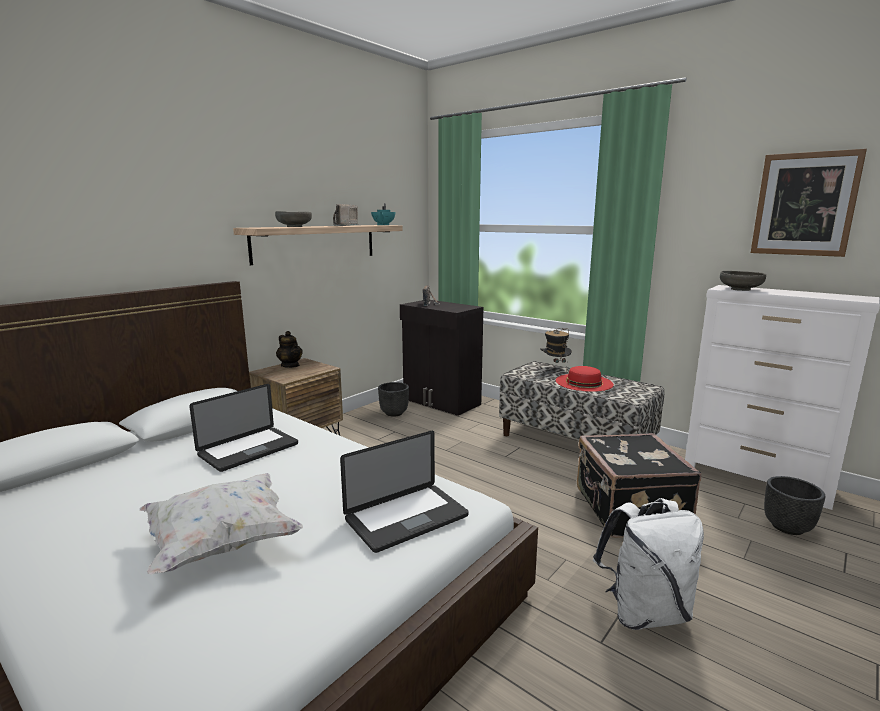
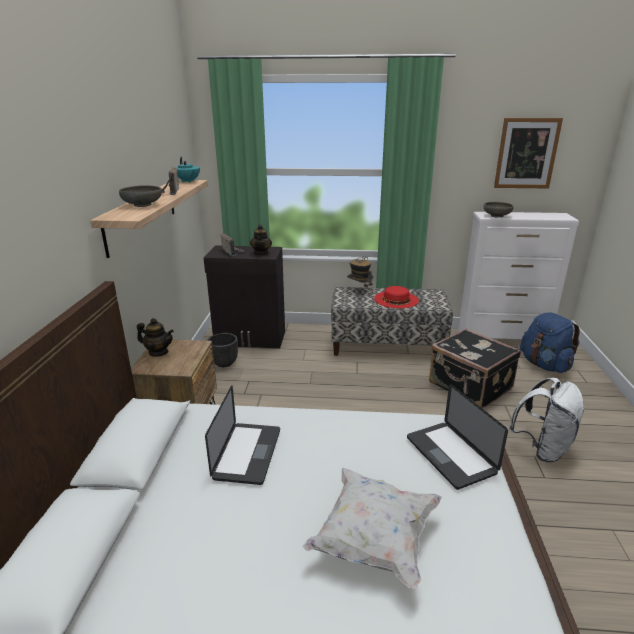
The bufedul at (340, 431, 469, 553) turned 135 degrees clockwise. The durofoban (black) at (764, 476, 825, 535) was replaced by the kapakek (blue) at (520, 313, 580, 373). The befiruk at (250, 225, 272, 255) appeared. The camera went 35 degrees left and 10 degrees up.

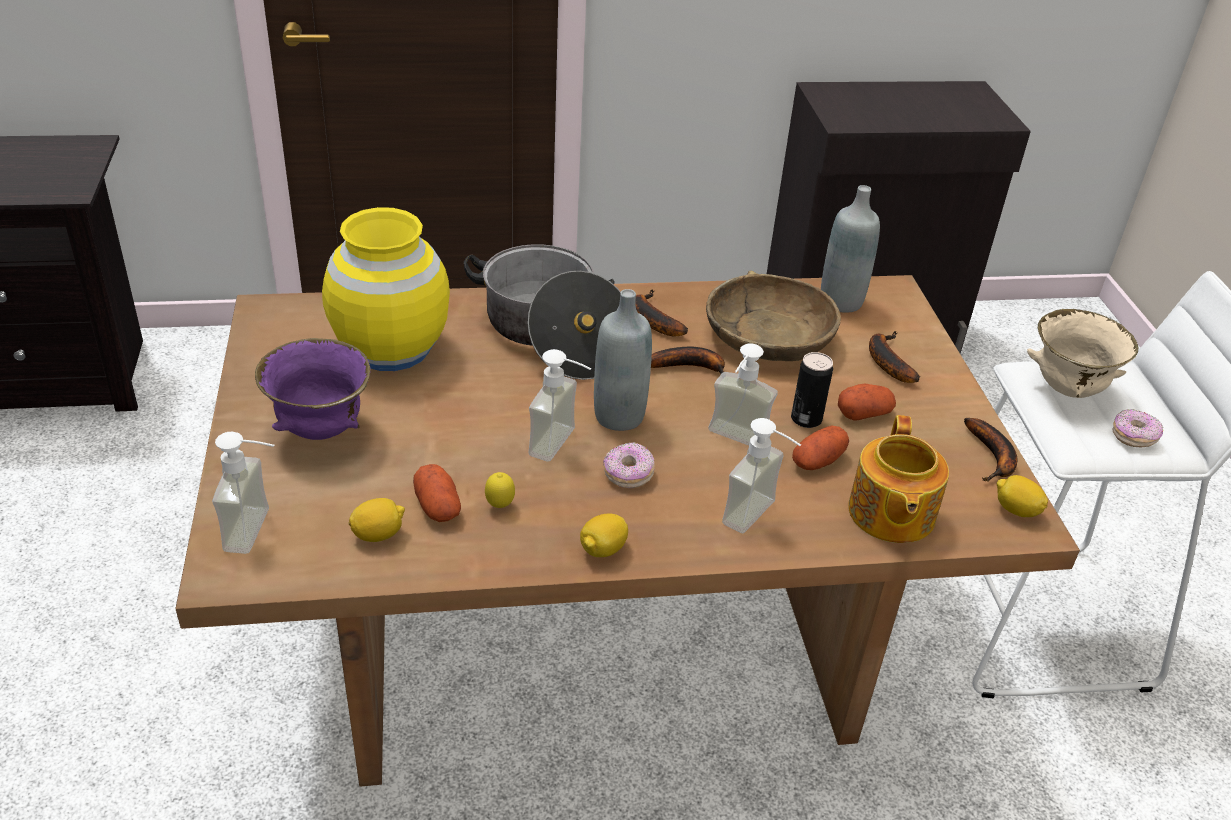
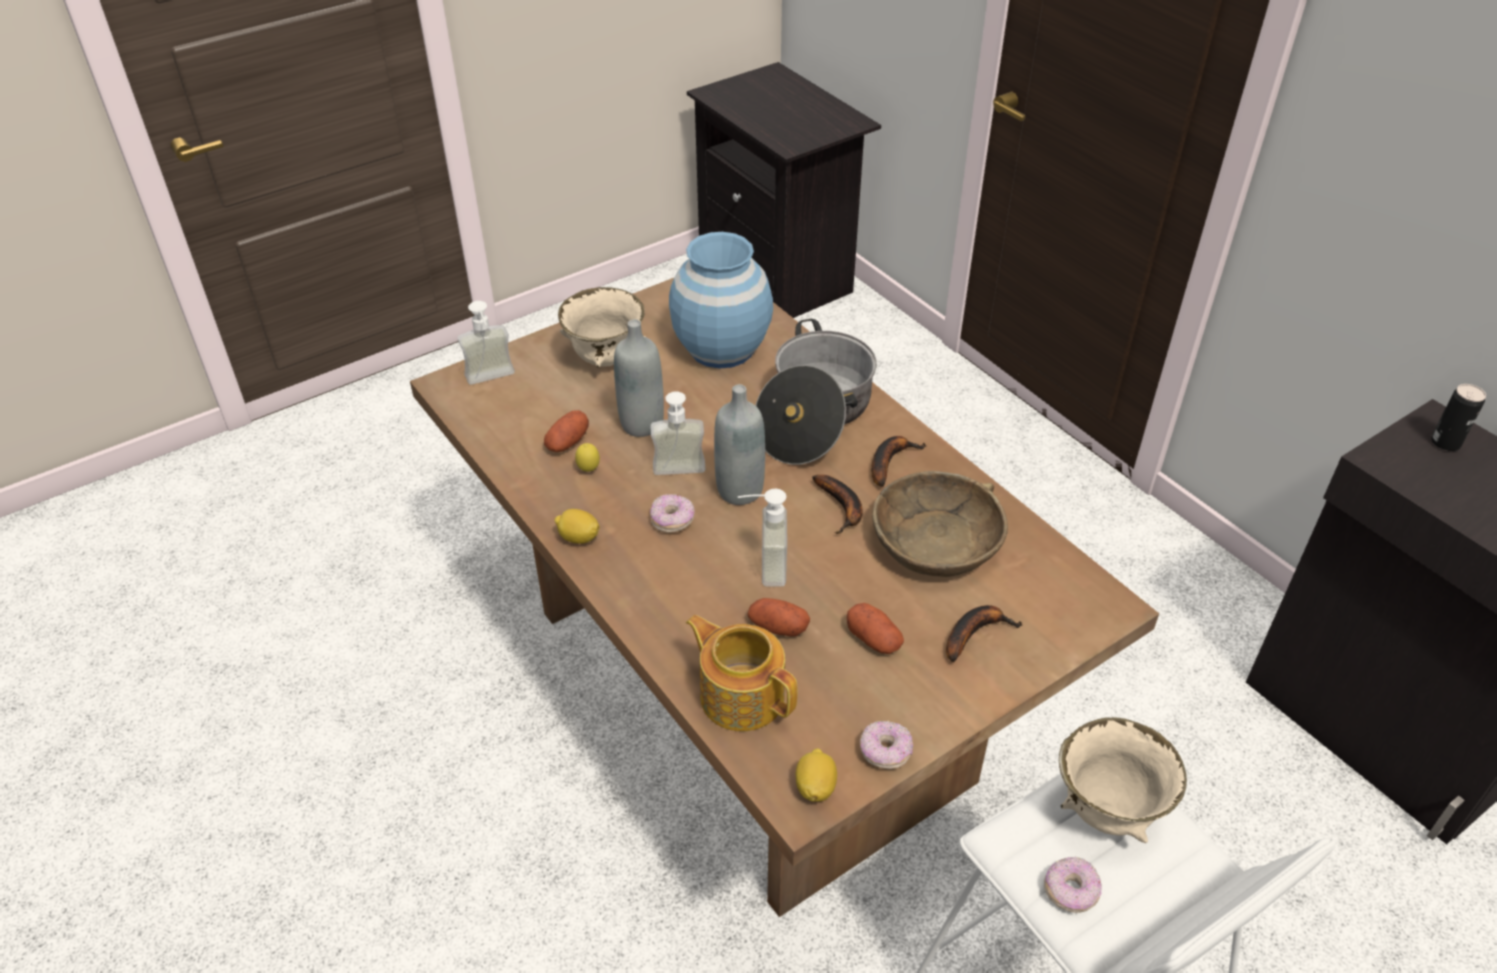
The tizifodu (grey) moved from (821, 185, 880, 313) to (614, 319, 664, 437). The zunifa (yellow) at (322, 207, 450, 371) became the zunifa (blue) at (669, 232, 773, 369). The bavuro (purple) at (255, 338, 370, 440) became the bavuro (beige) at (558, 287, 646, 367). The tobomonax moved from (791, 352, 833, 428) to (1431, 384, 1486, 451). The befiruk at (848, 415, 949, 543) turned 60 degrees clockwise. The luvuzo at (722, 418, 801, 533) disappeared. The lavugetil at (964, 418, 1017, 482) was replaced by the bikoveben at (860, 721, 913, 769). The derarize at (349, 498, 405, 542) disappeared. The camera went 65 degrees right and 5 degrees up.

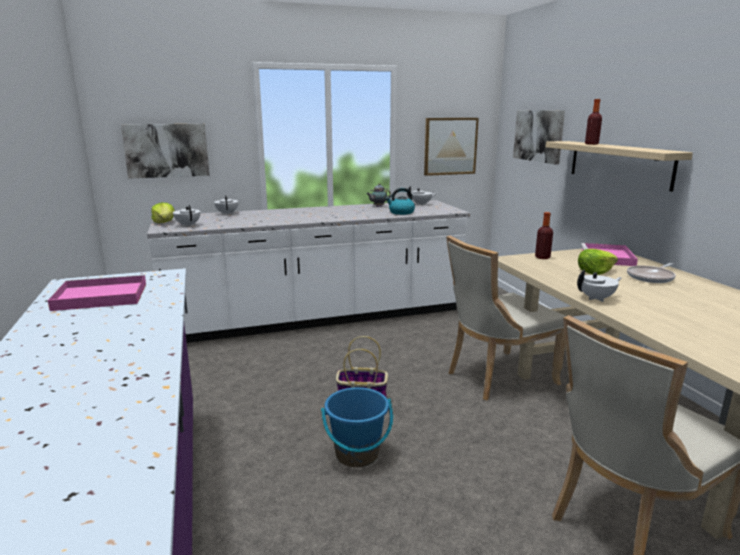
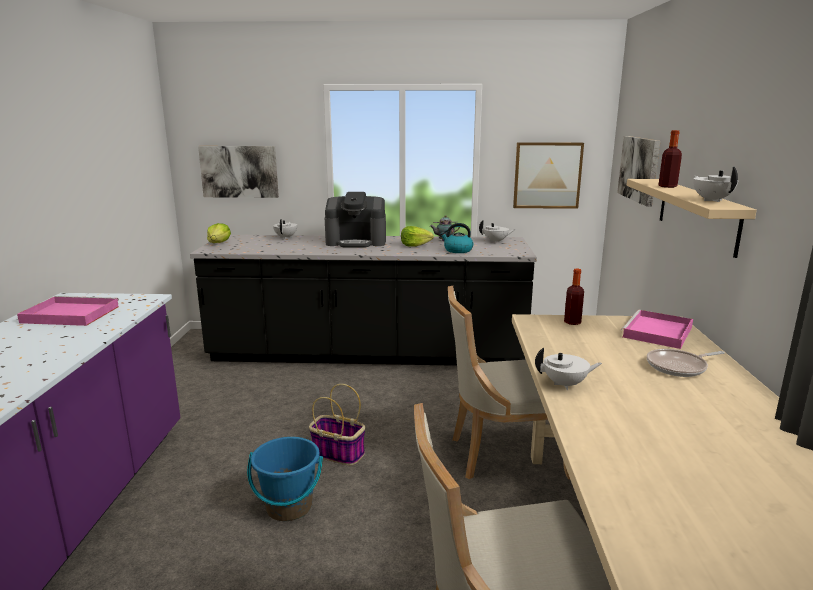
The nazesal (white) at (147, 200, 470, 343) became the nazesal (black) at (190, 235, 537, 366). The befiruk (white) moved from (173, 204, 201, 227) to (693, 167, 739, 202). The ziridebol moved from (578, 249, 618, 275) to (401, 226, 434, 247). The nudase at (325, 192, 386, 247) appeared. The camera went 20 degrees right and 0 degrees up.

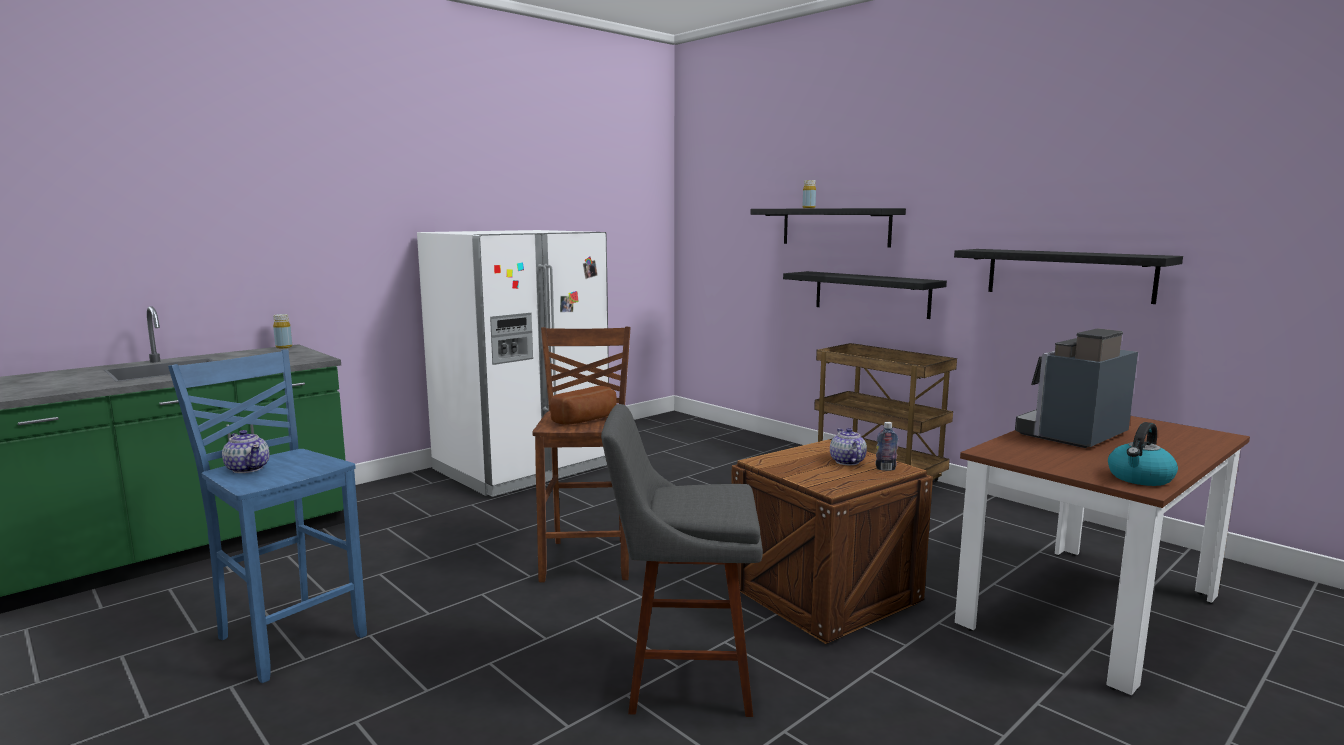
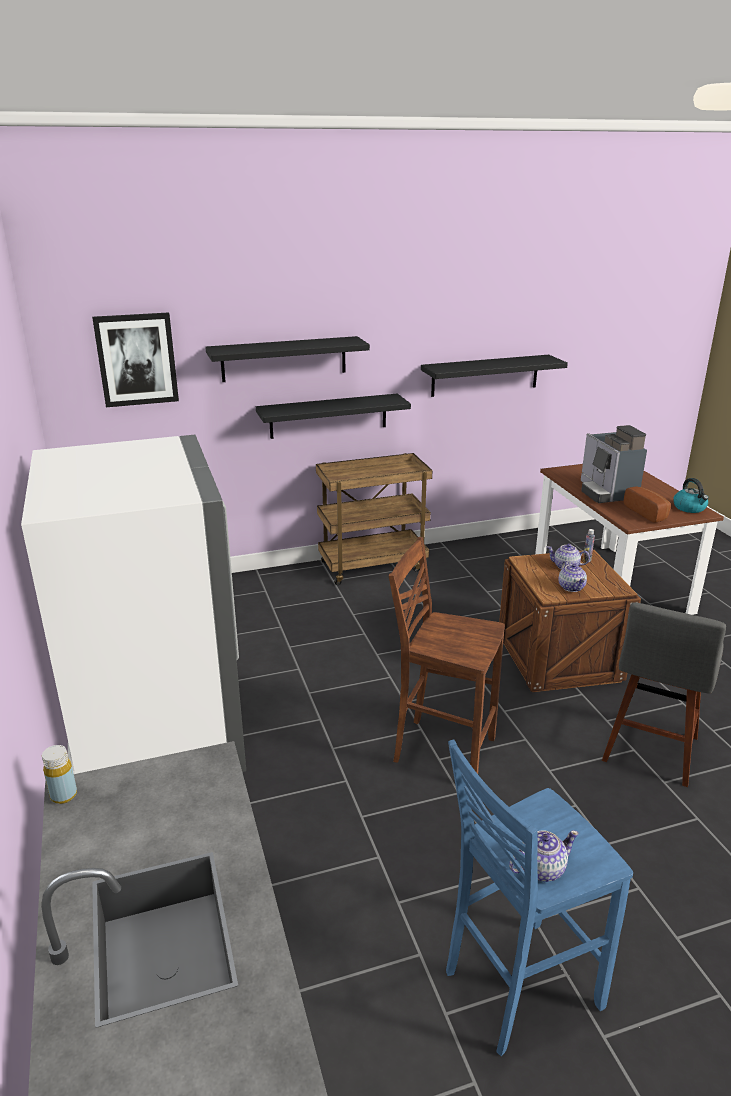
The tizifodu (yellow) at (803, 180, 816, 208) disappeared. The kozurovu moved from (550, 386, 617, 425) to (624, 486, 671, 523). The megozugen at (92, 312, 179, 407) appeared. The befiruk at (558, 561, 587, 592) appeared. The camera went 65 degrees left and 15 degrees up.

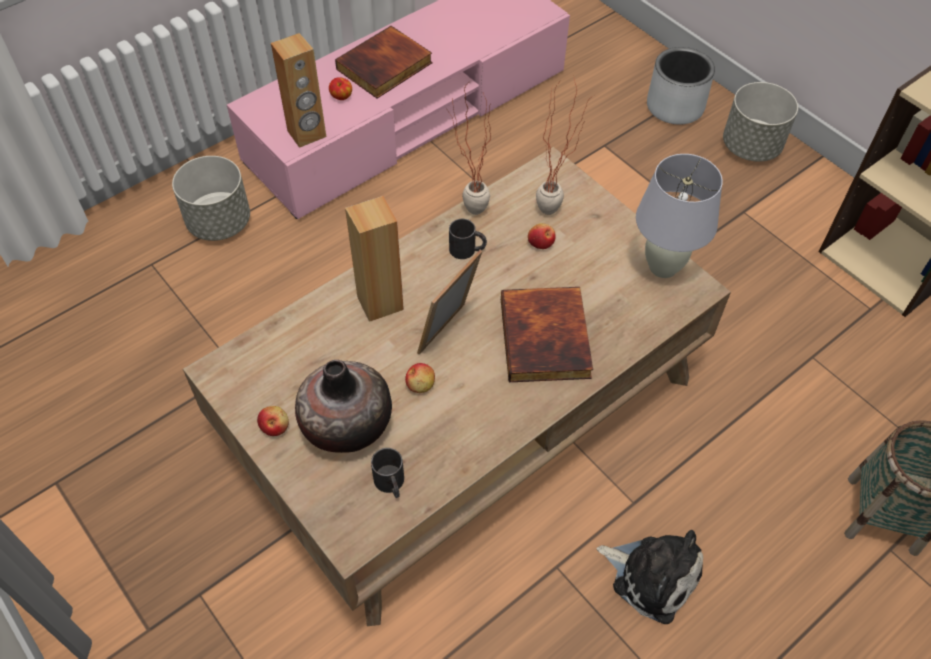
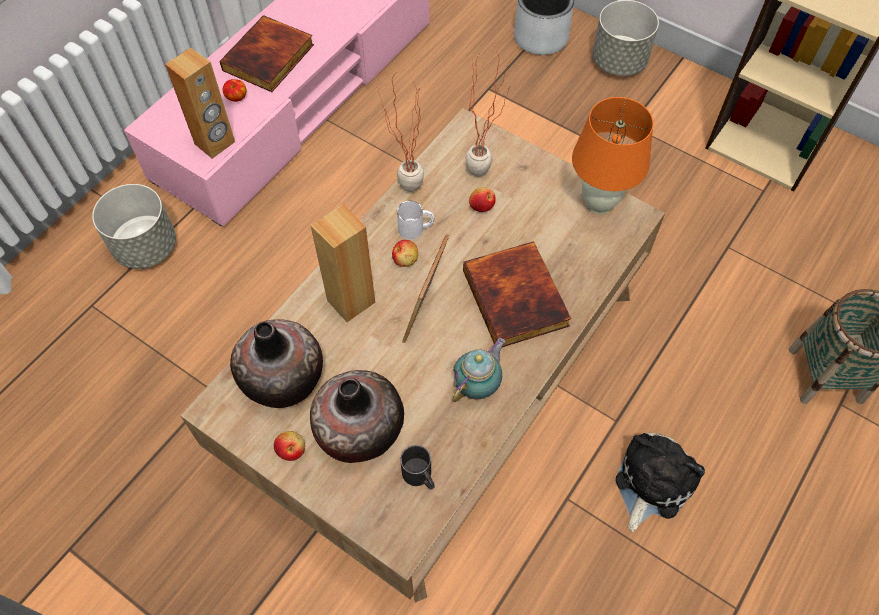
The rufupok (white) at (636, 154, 723, 278) became the rufupok (orange) at (572, 97, 654, 214). The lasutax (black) at (449, 219, 487, 259) became the lasutax (white) at (397, 201, 434, 240). The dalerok moved from (405, 363, 435, 393) to (392, 240, 418, 267). The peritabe at (597, 530, 703, 624) turned 75 degrees counterclockwise. The zunifa at (230, 319, 323, 408) appeared. The befiruk at (453, 338, 505, 402) appeared. The camera went 15 degrees left and 5 degrees up.

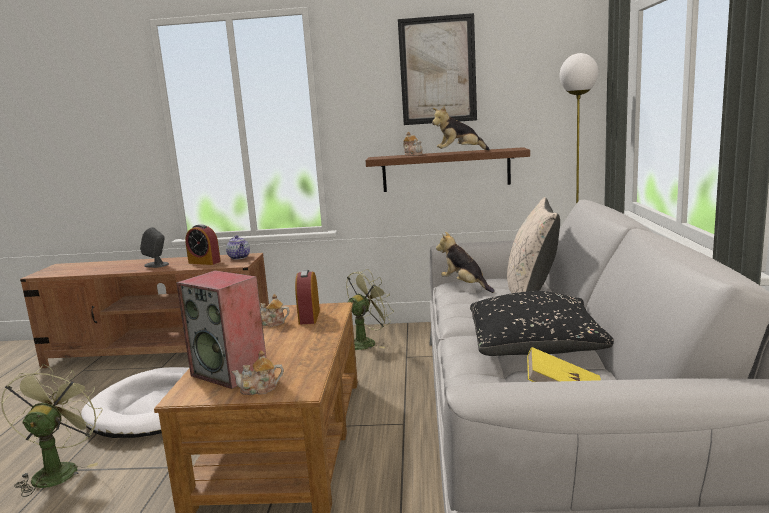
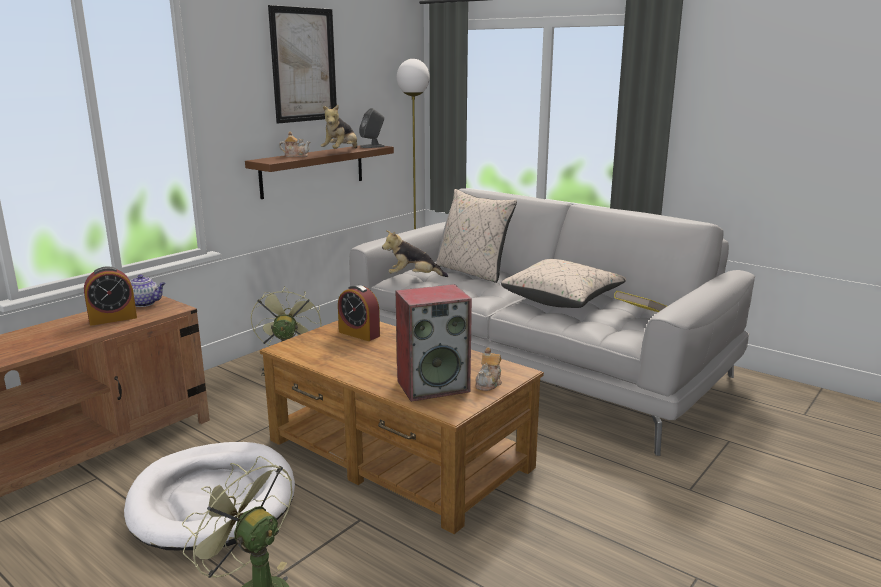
The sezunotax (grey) moved from (140, 227, 169, 268) to (359, 108, 385, 148). The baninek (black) at (470, 291, 614, 356) became the baninek (beige) at (501, 259, 626, 308). The befiruk at (260, 294, 290, 327) disappeared. The camera went 55 degrees left and 5 degrees up.

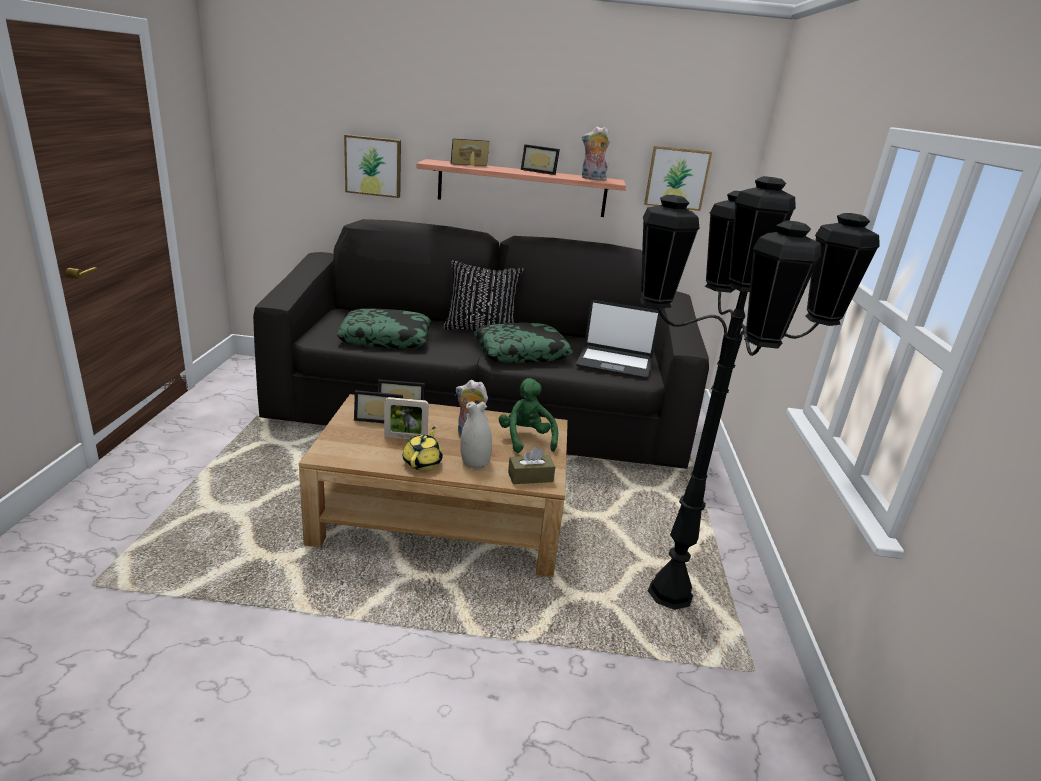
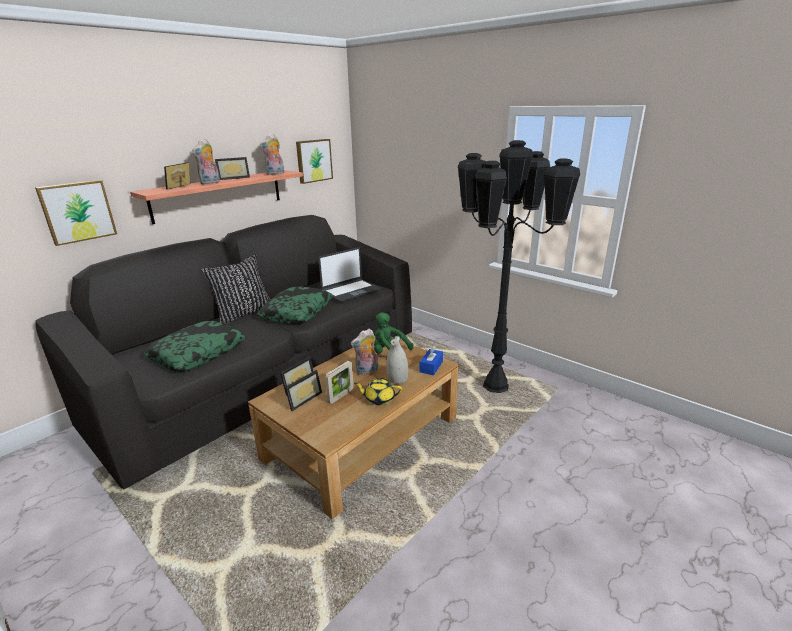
The befiruk (yellow) at (403, 427, 443, 470) turned 45 degrees counterclockwise. The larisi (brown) at (508, 447, 555, 484) became the larisi (blue) at (420, 346, 443, 375). The peritabe at (192, 139, 220, 184) appeared. The camera went 50 degrees left and 0 degrees up.

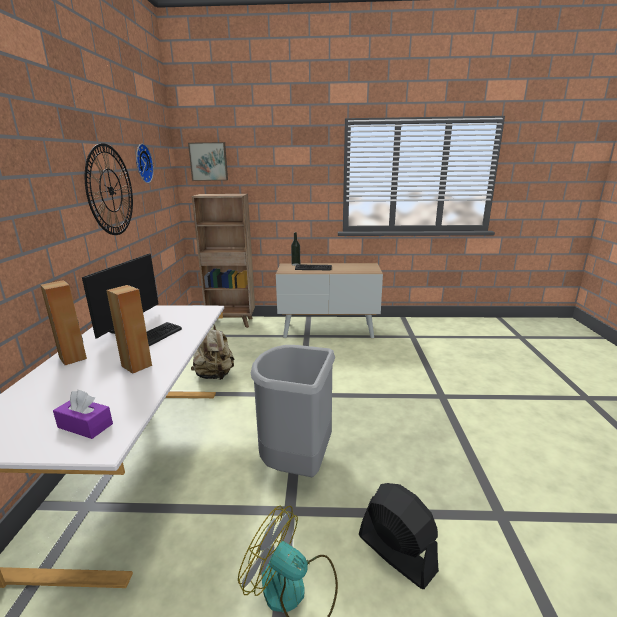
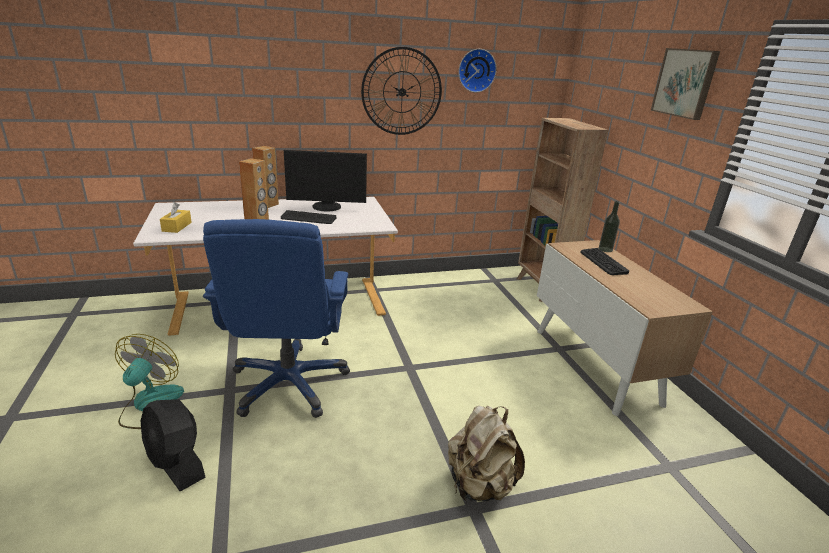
The megozugen moved from (188, 142, 228, 181) to (651, 48, 720, 120). The kapakek (beige) moved from (191, 325, 235, 380) to (448, 405, 525, 501). The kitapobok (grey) at (251, 345, 335, 477) was replaced by the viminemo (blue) at (203, 219, 350, 418). The larisi (purple) at (53, 390, 113, 439) became the larisi (yellow) at (160, 202, 192, 233). The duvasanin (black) at (359, 483, 439, 589) turned 105 degrees clockwise. The camera went 70 degrees right and 5 degrees up.

